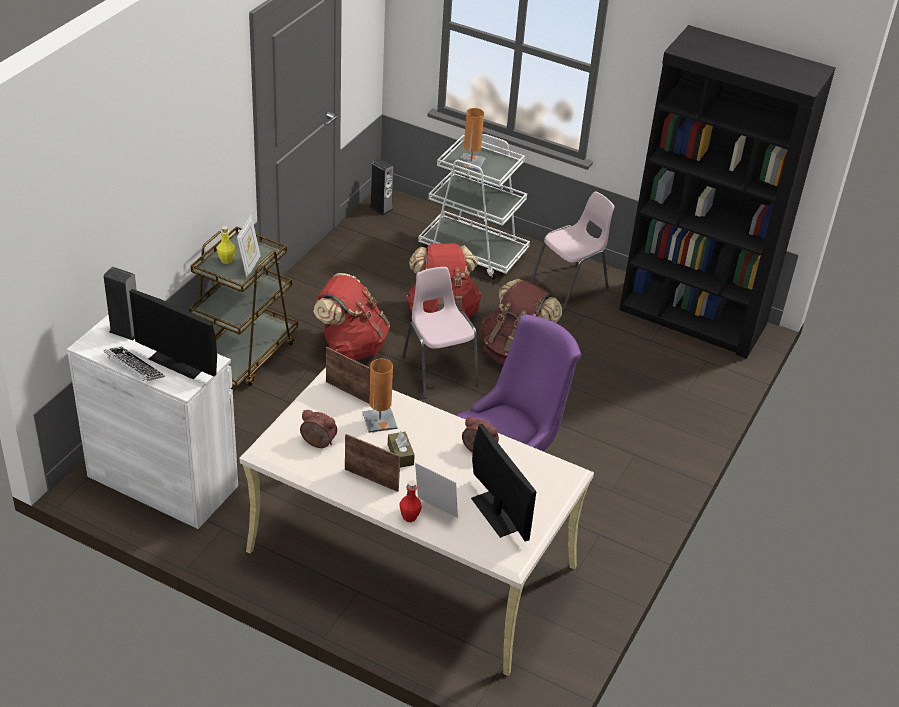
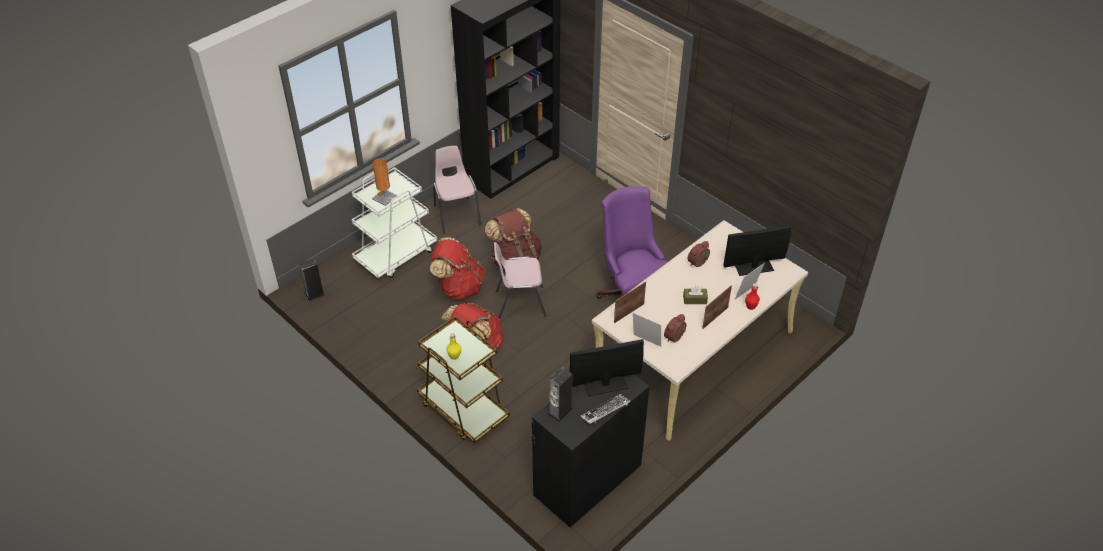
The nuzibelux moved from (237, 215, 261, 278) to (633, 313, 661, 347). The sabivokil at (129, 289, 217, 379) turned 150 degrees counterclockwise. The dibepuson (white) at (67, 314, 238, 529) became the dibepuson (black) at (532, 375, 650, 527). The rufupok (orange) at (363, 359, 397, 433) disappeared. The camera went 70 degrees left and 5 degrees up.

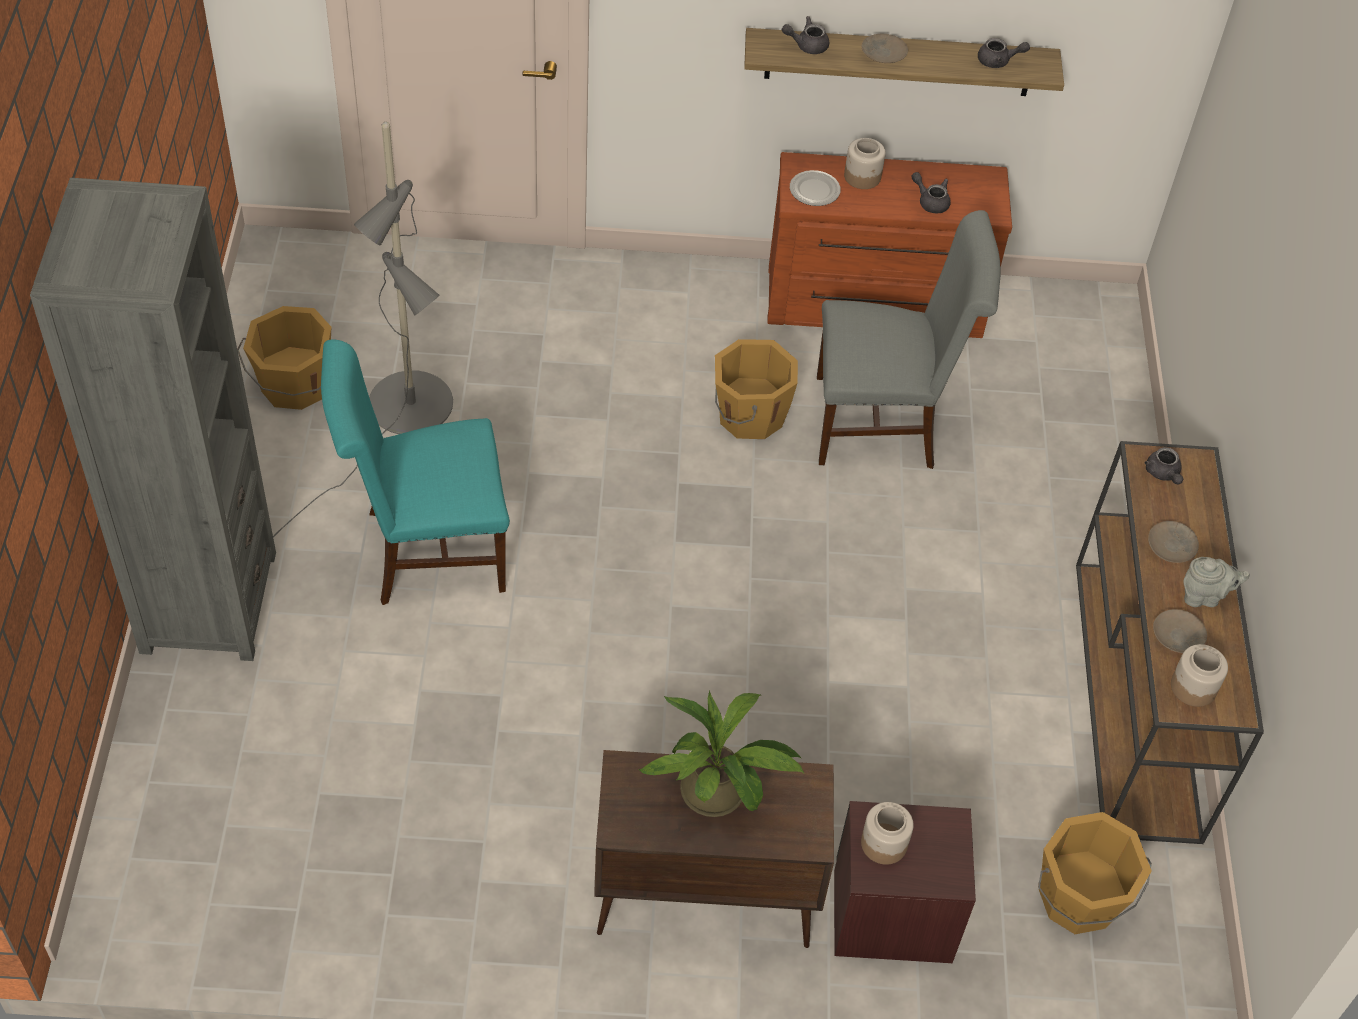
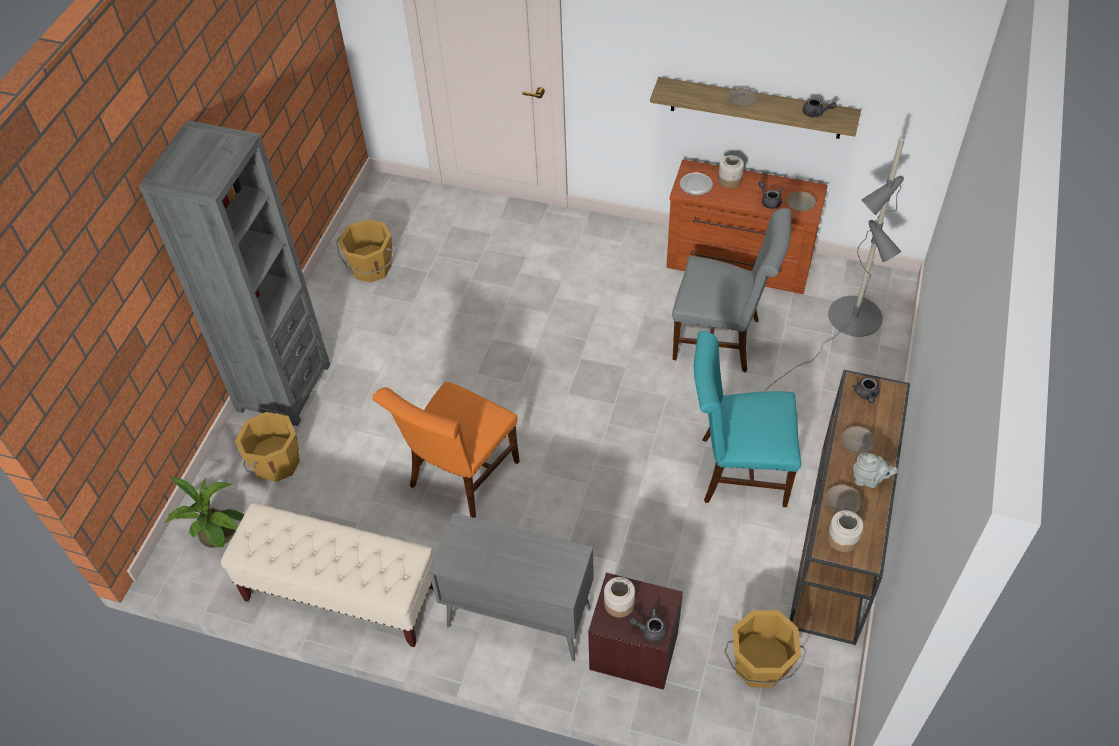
The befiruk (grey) moved from (782, 16, 829, 54) to (629, 608, 667, 642). The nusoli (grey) moved from (273, 122, 453, 538) to (765, 137, 905, 391). The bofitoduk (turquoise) moved from (321, 339, 510, 605) to (694, 331, 801, 507). The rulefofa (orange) moved from (715, 339, 798, 439) to (235, 412, 300, 482). The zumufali moved from (638, 690, 805, 817) to (165, 476, 244, 548). The dibepuson (brown) at (594, 750, 834, 948) became the dibepuson (grey) at (429, 513, 594, 661). The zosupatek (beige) at (787, 191, 816, 211) appeared. The bofitoduk (orange) at (372, 382, 520, 518) appeared. The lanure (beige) at (221, 503, 434, 647) appeared. The camera went 20 degrees right and 0 degrees up.

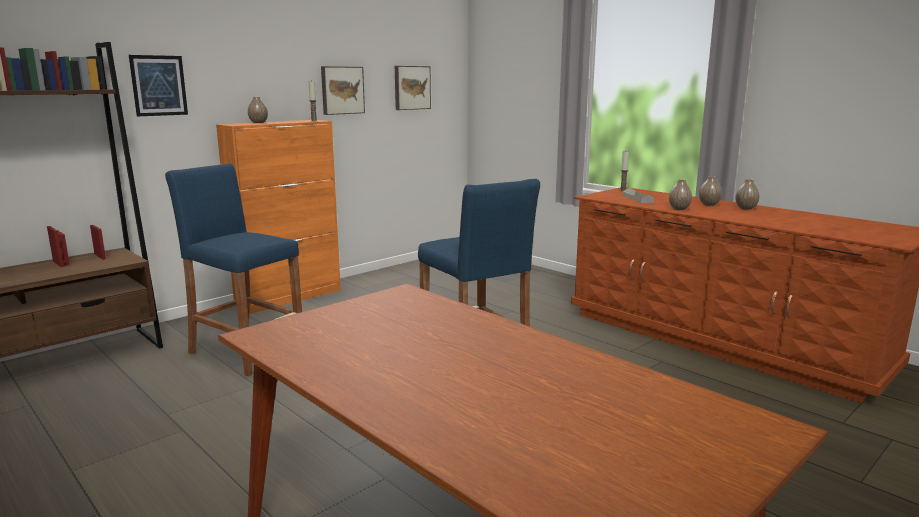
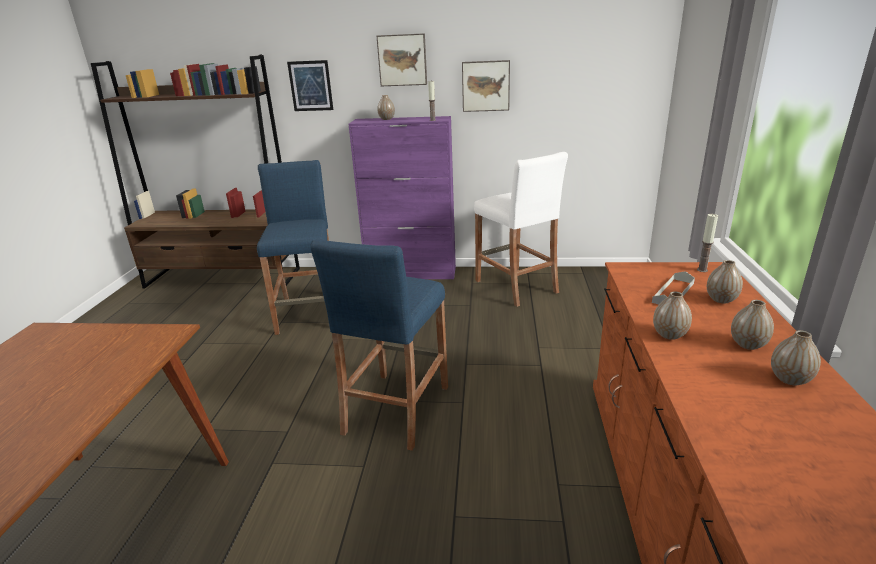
The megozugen moved from (395, 66, 431, 110) to (377, 33, 427, 86). The dibepuson (orange) at (216, 120, 341, 314) became the dibepuson (purple) at (348, 116, 456, 279). The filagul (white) at (474, 152, 568, 307) appeared. The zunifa at (707, 260, 743, 303) appeared. The camera went 50 degrees right and 10 degrees up.

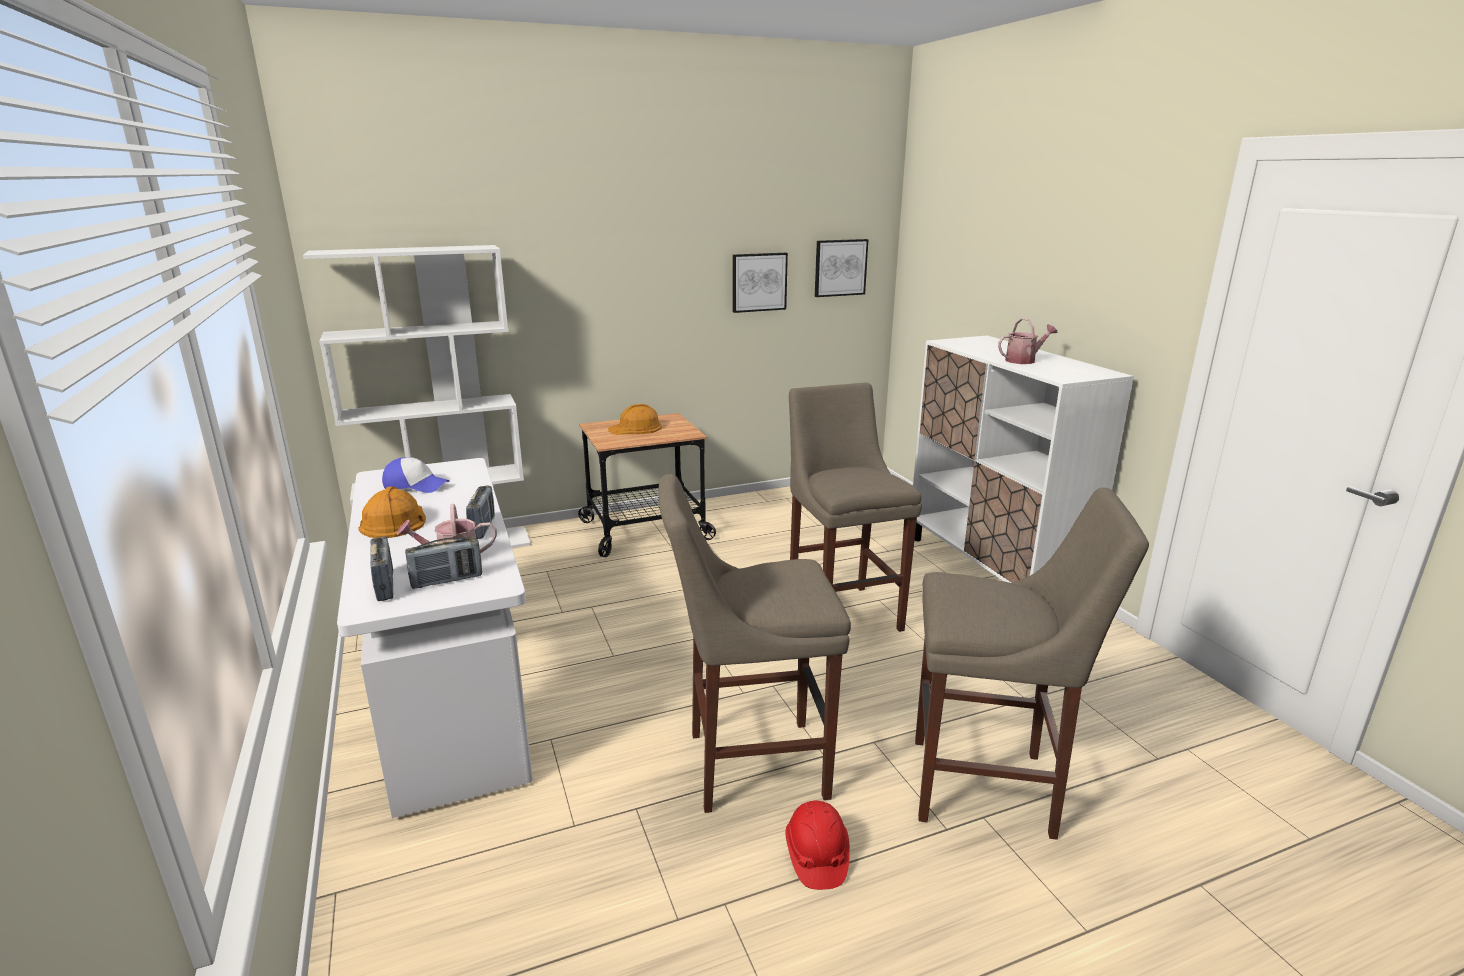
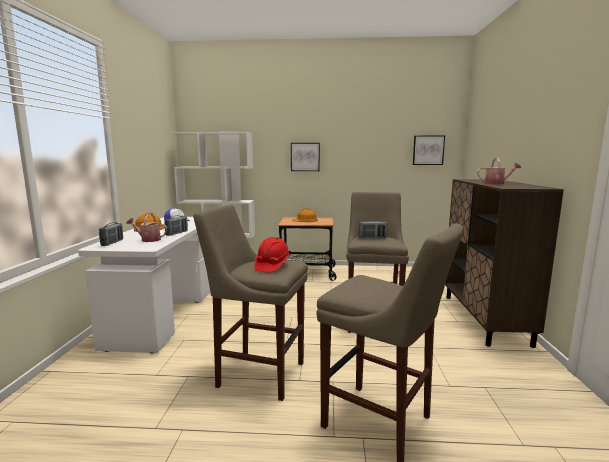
The megozugen moved from (732, 253, 788, 313) to (291, 143, 320, 171). The dibepuson (white) at (913, 335, 1134, 583) became the dibepuson (brown) at (445, 179, 564, 348). The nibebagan moved from (405, 537, 482, 589) to (359, 220, 388, 238). The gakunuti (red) moved from (785, 801, 850, 890) to (254, 237, 291, 273). The camera went 25 degrees right and 10 degrees down.

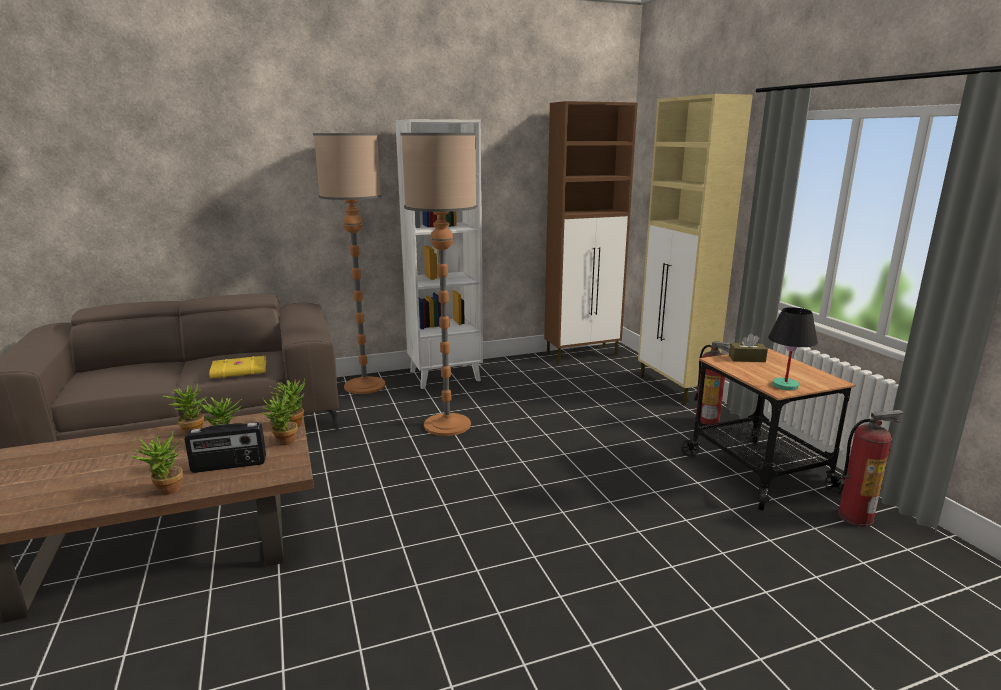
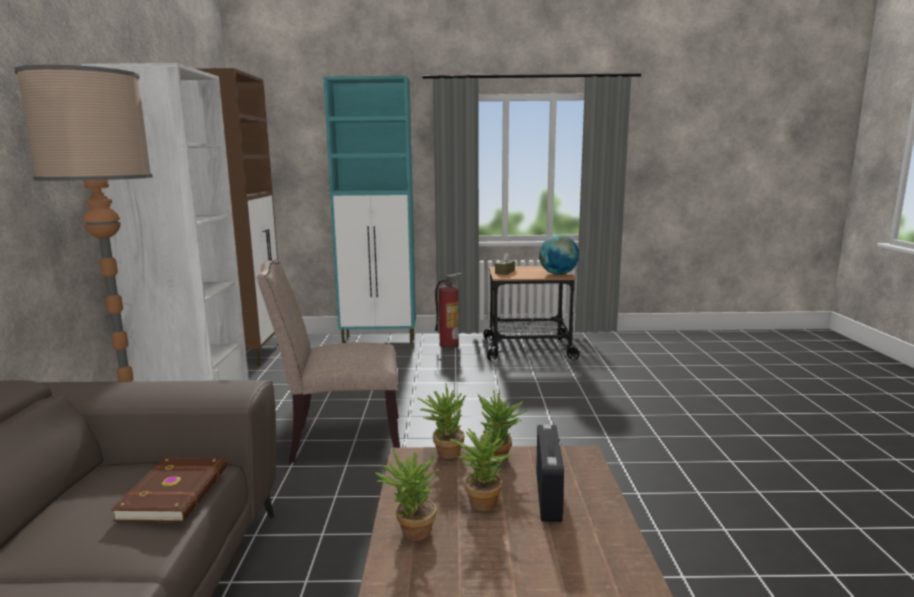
The dibepuson (beige) at (638, 94, 753, 405) became the dibepuson (turquoise) at (323, 76, 416, 344). The nusoli at (401, 133, 477, 436) was replaced by the bofitoduk (beige) at (257, 260, 400, 463). The rufupok (black) at (768, 307, 818, 391) was replaced by the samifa at (539, 235, 579, 275). The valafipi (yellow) at (209, 356, 266, 379) became the valafipi (brown) at (111, 458, 227, 522). The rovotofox at (836, 410, 904, 527) disappeared. The zumufali at (130, 431, 183, 495) disappeared. The camera went 70 degrees left and 5 degrees down.

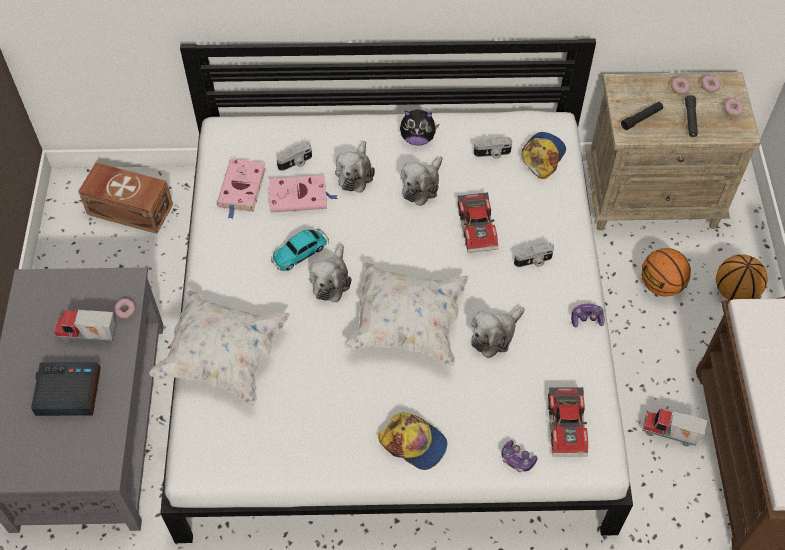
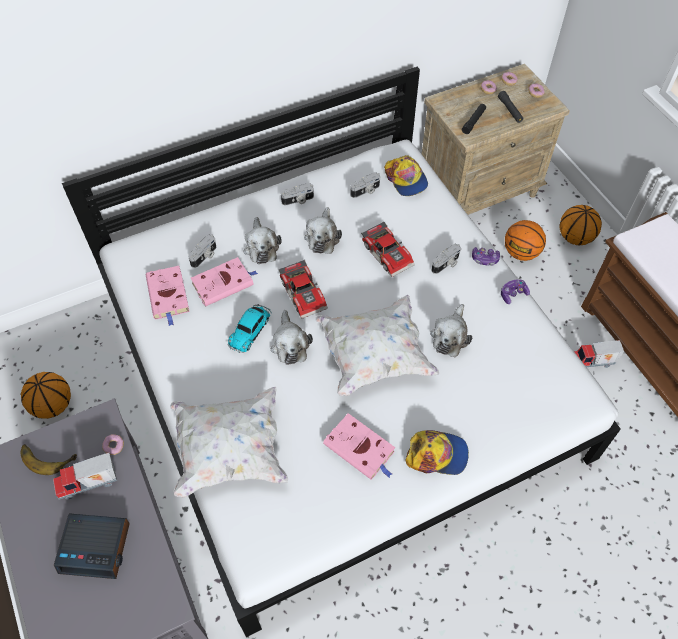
The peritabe at (400, 109, 439, 146) was replaced by the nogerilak at (281, 183, 314, 205). The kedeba at (522, 132, 566, 179) turned 150 degrees clockwise. The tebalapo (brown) at (78, 162, 173, 234) disappeared. The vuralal at (31, 362, 101, 416) turned 150 degrees counterclockwise. The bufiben moved from (548, 387, 588, 457) to (279, 260, 328, 319). The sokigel moved from (501, 440, 537, 472) to (472, 247, 500, 266). The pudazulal at (21, 372, 71, 419) appeared. The valafipi (pink) at (323, 413, 395, 480) appeared. The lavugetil at (20, 444, 77, 475) appeared. The camera went 25 degrees left and 0 degrees up.

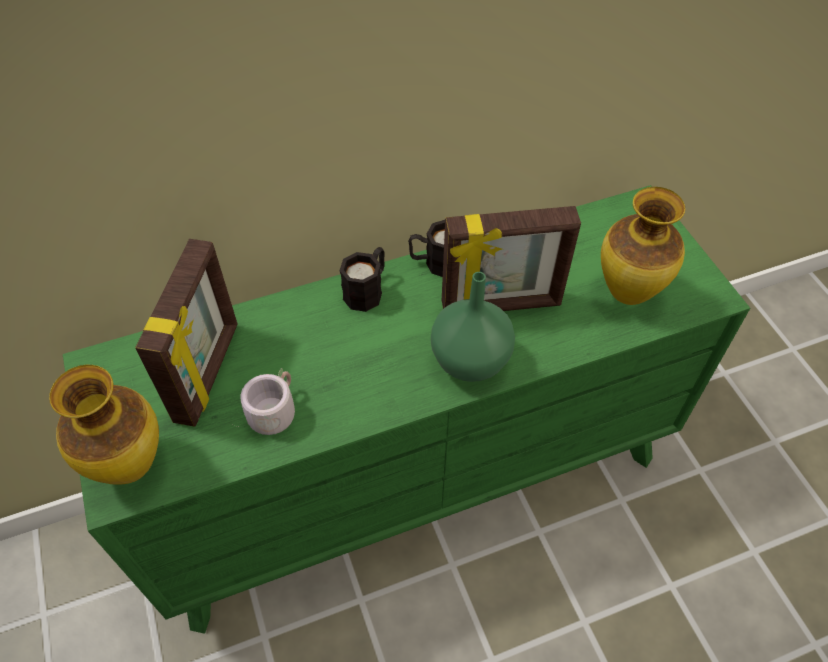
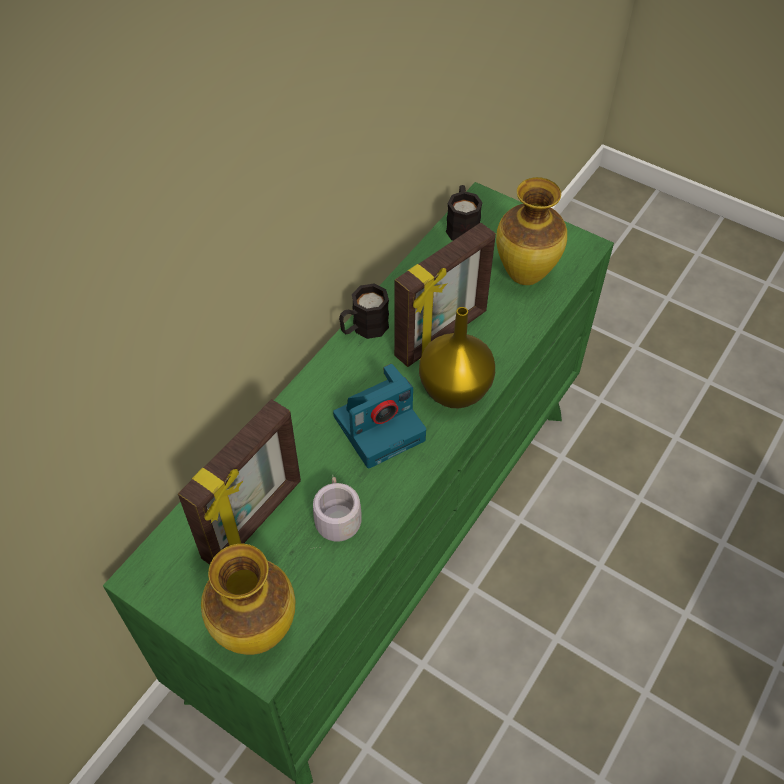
The nuzibelux at (135, 239, 238, 427) turned 60 degrees clockwise. The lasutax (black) moved from (339, 247, 385, 312) to (446, 185, 483, 241). The zunifa (green) at (431, 272, 515, 382) became the zunifa (yellow) at (419, 307, 495, 408). The nogerilak at (333, 364, 426, 469) appeared. The camera went 35 degrees left and 0 degrees up.

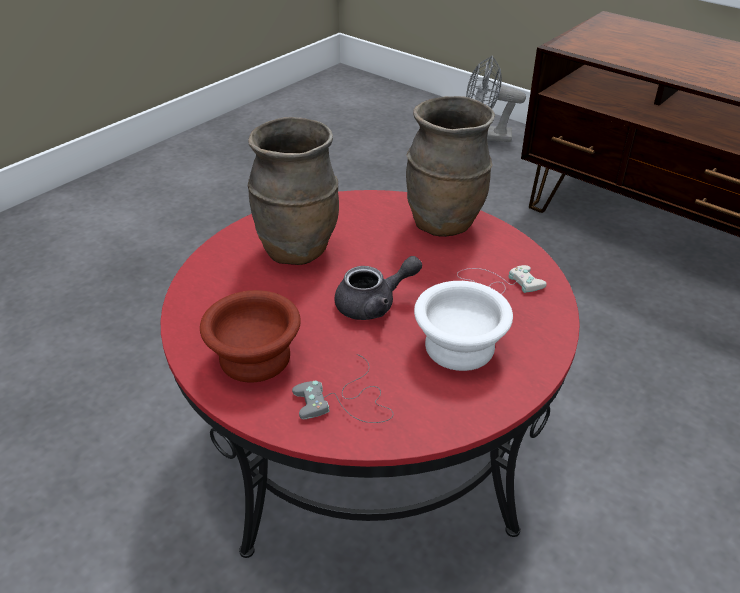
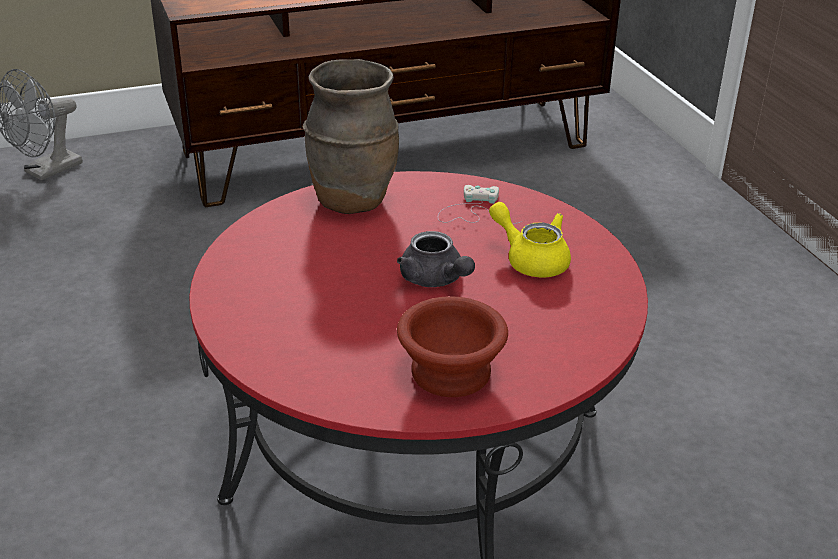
The zunifa (brown) at (248, 117, 339, 265) disappeared. The befiruk (grey) at (335, 256, 422, 320) turned 135 degrees clockwise. The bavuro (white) at (414, 281, 513, 371) was replaced by the befiruk (yellow) at (489, 202, 571, 278). The sokigel (grey) at (292, 354, 394, 423) disappeared. The camera went 60 degrees left and 5 degrees down.

